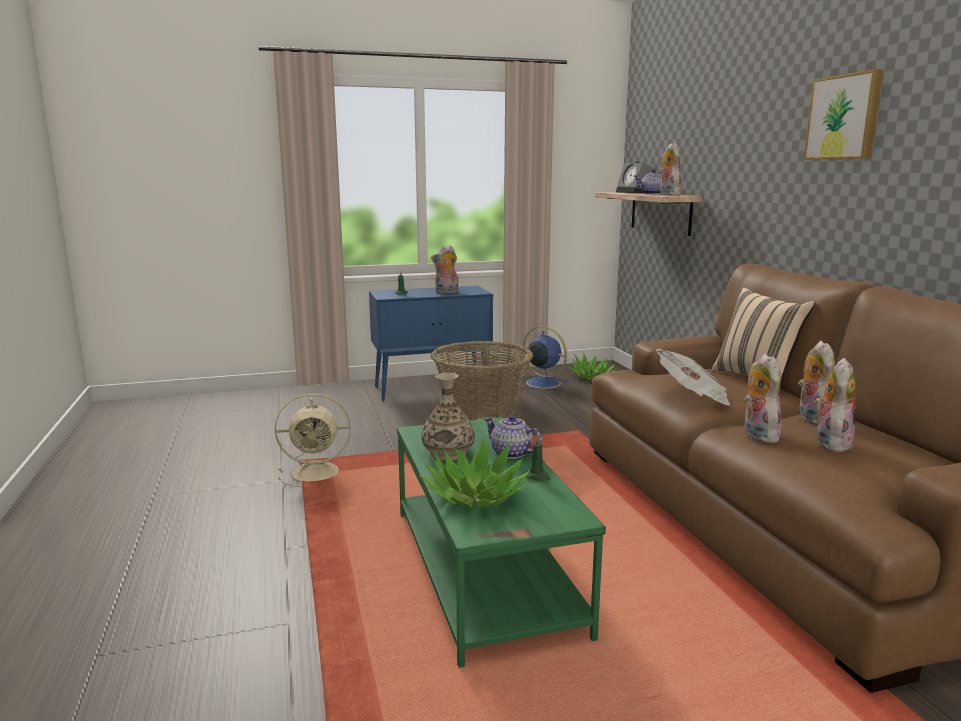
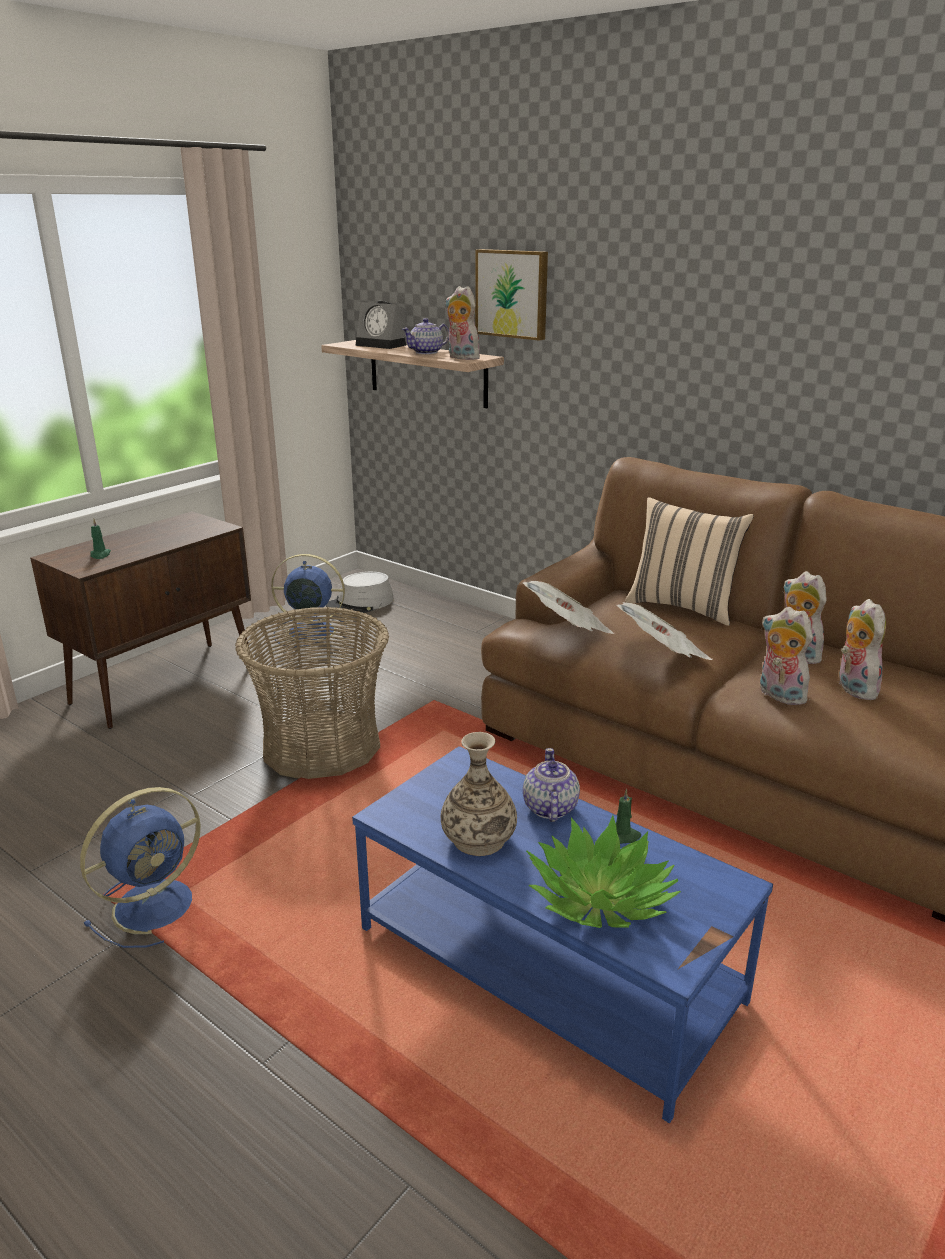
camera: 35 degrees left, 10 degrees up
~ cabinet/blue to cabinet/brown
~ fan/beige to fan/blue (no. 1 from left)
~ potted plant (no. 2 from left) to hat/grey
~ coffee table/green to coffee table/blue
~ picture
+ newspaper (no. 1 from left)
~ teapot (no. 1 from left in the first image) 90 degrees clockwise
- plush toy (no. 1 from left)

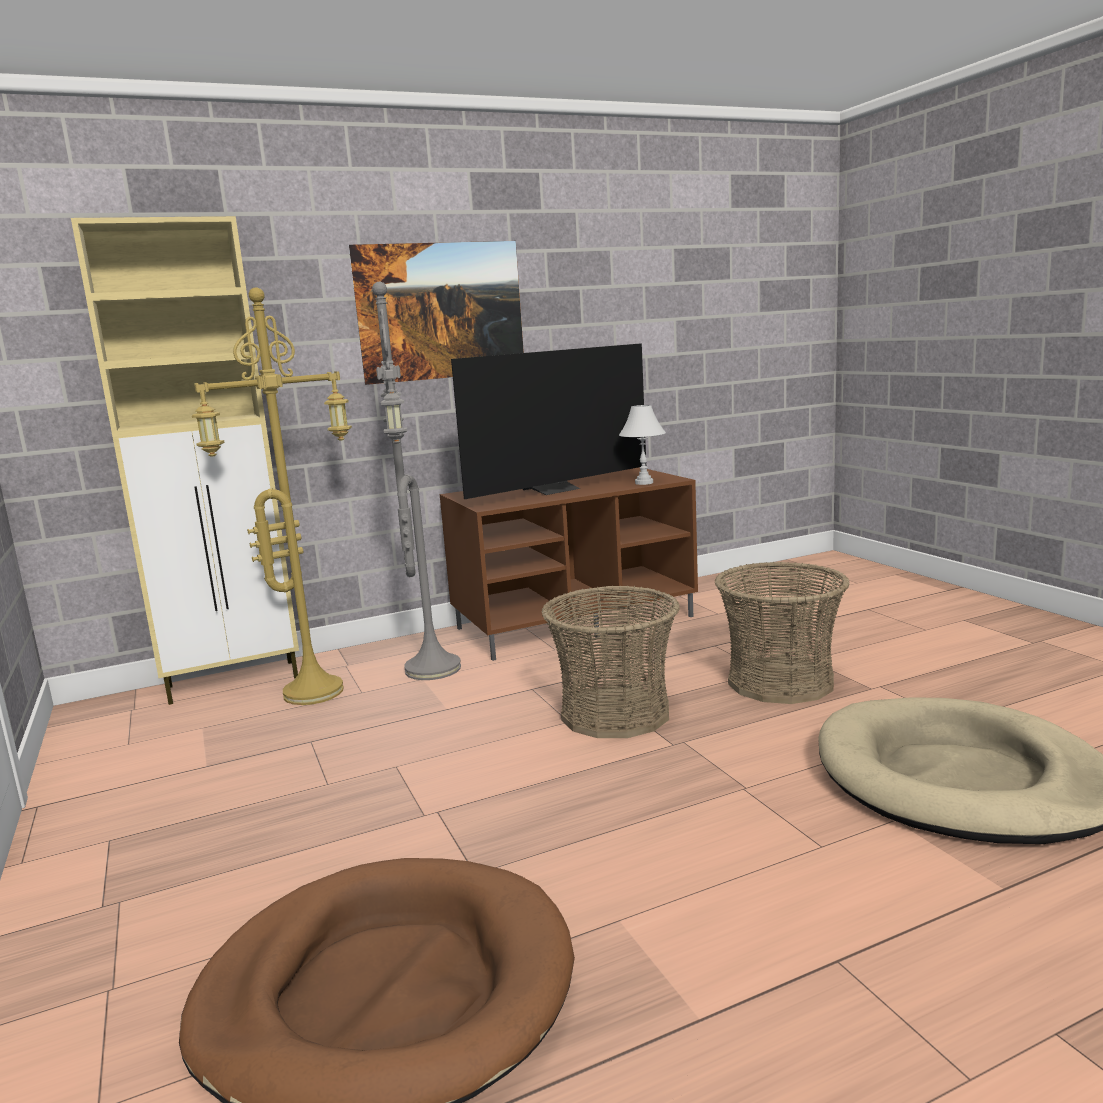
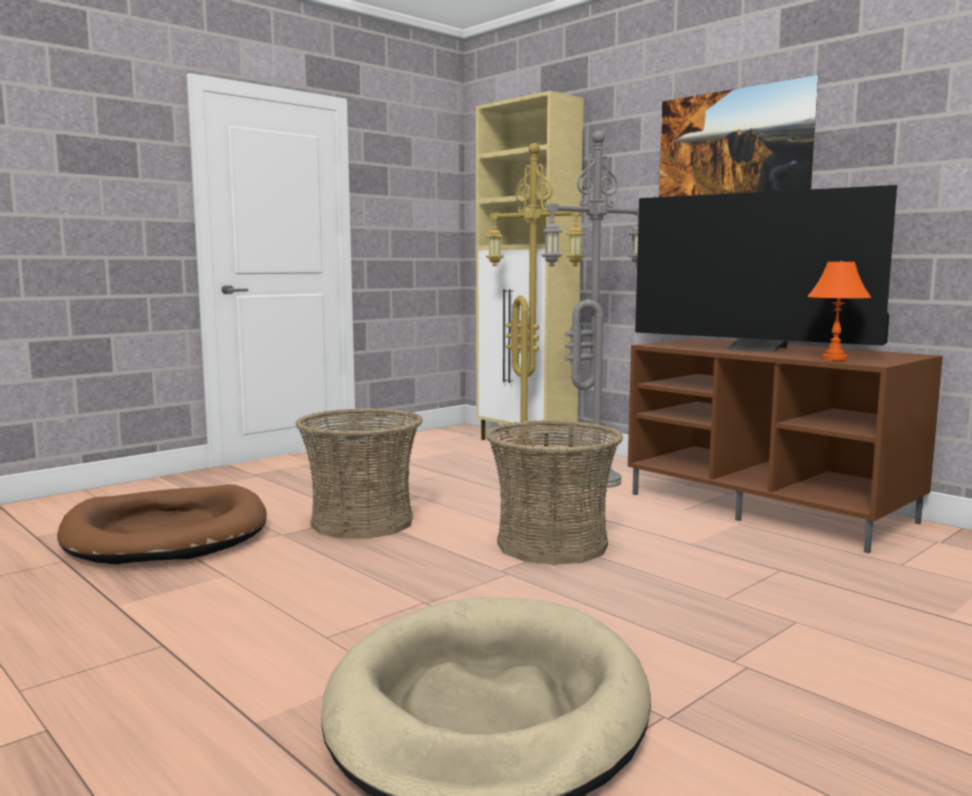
camera: 70 degrees right, 5 degrees down
~ basket (no. 2 from left in the first image) to basket (no. 1 from left)
~ table lamp/white to table lamp/orange

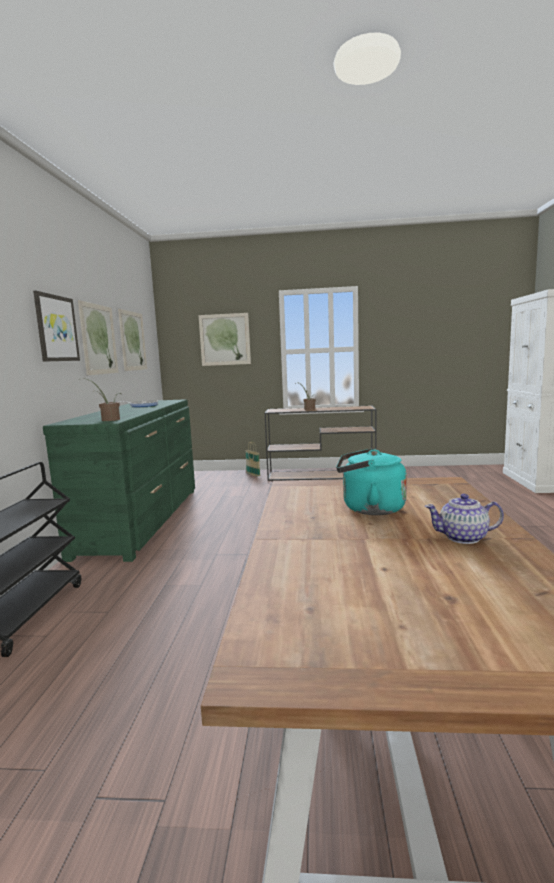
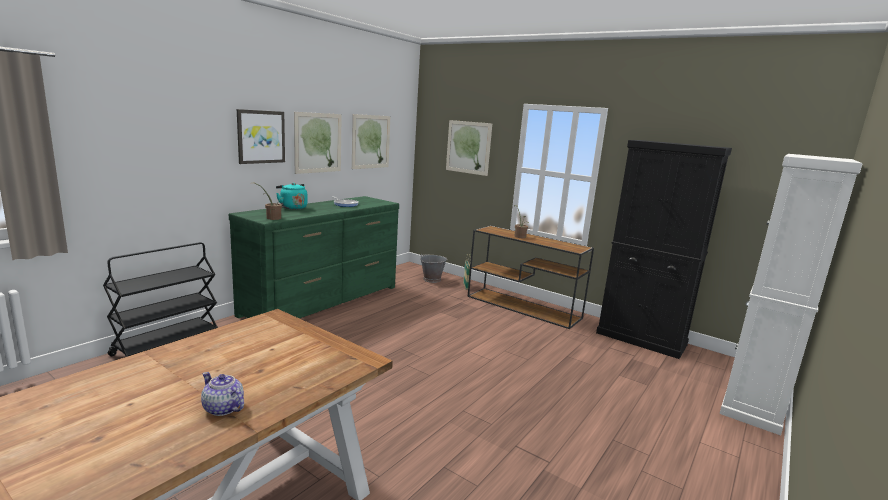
camera: 30 degrees right, 5 degrees up
~ kettle/turquoise
+ bucket/grey
+ cabinet/black

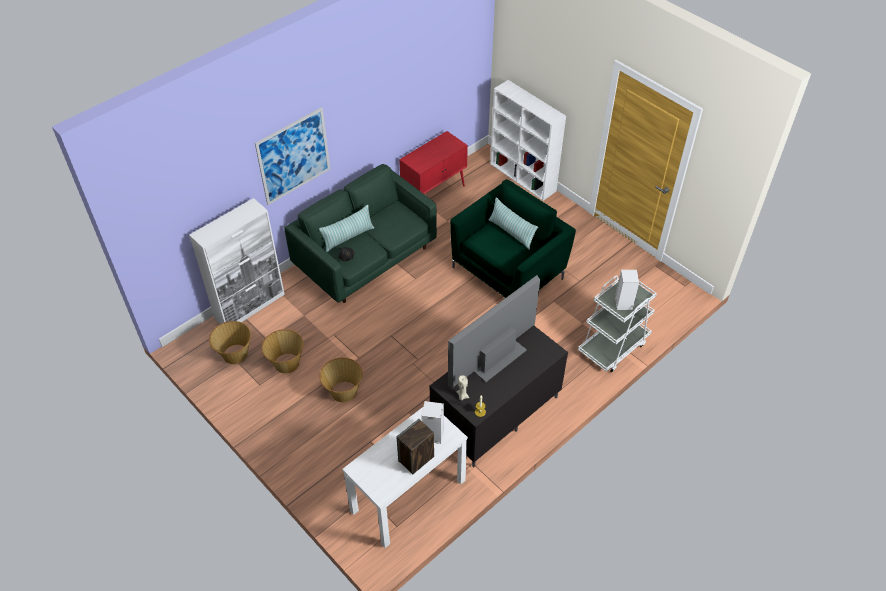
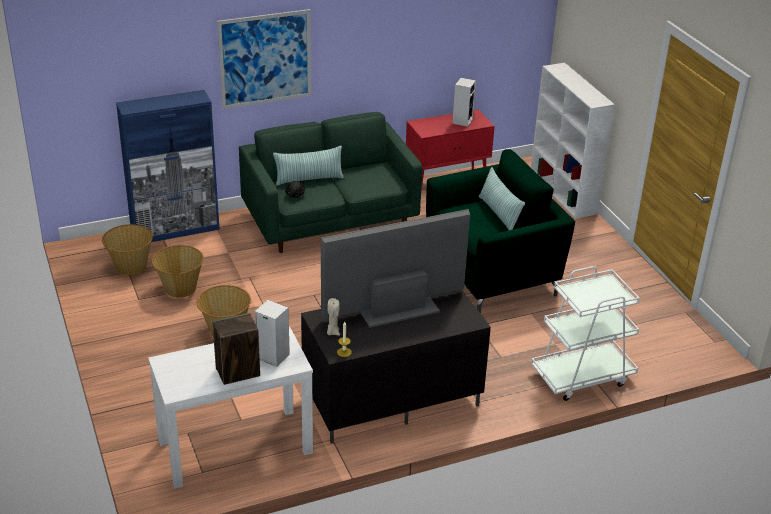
camera: 20 degrees right, 15 degrees down
~ cabinet/white to cabinet/blue
~ speaker (no. 3 from left)

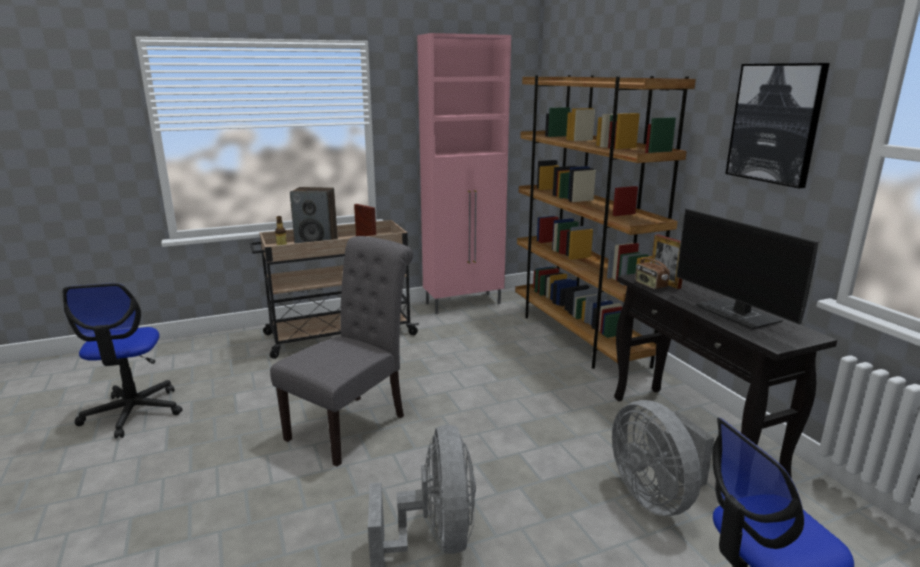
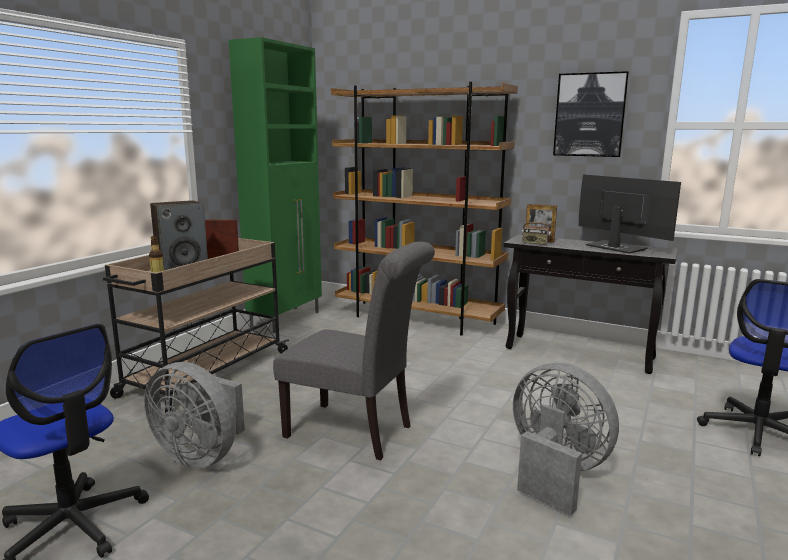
camera: 40 degrees left, 5 degrees down
~ fan/grey (no. 2 from left in the first image) to fan/grey (no. 1 from left)
~ cabinet/pink to cabinet/green
~ chair/grey 120 degrees clockwise
~ monitor 150 degrees counterclockwise

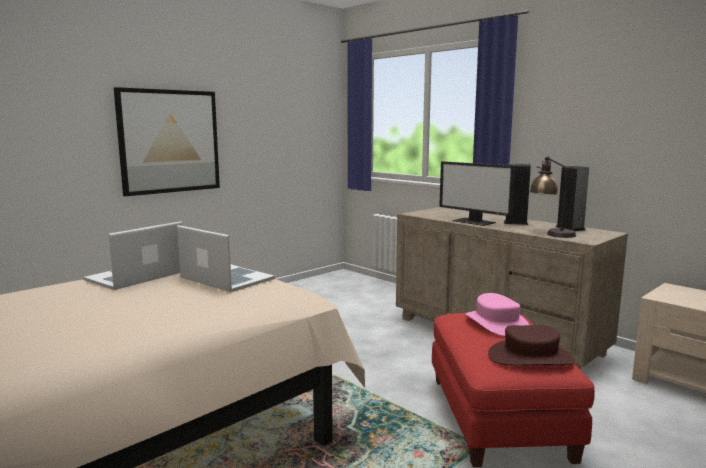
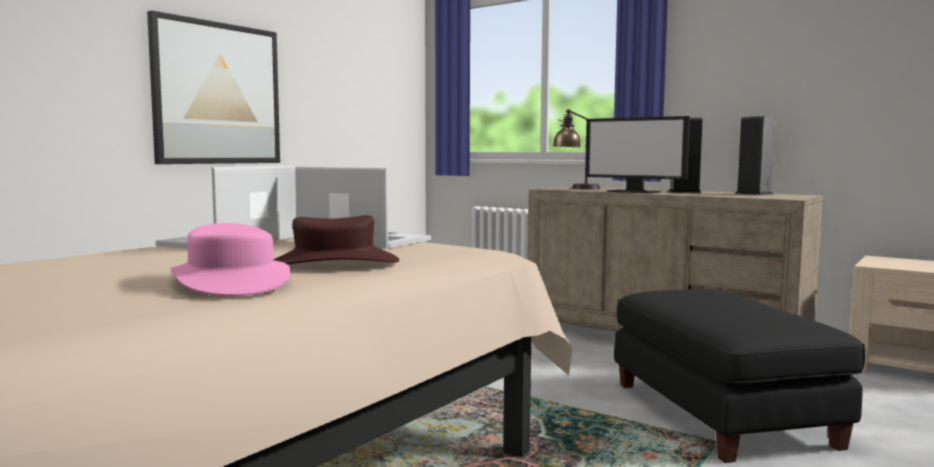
camera: 10 degrees left, 5 degrees down
~ hat/pink
~ hat/brown
~ table lamp
~ ottoman/red to ottoman/black

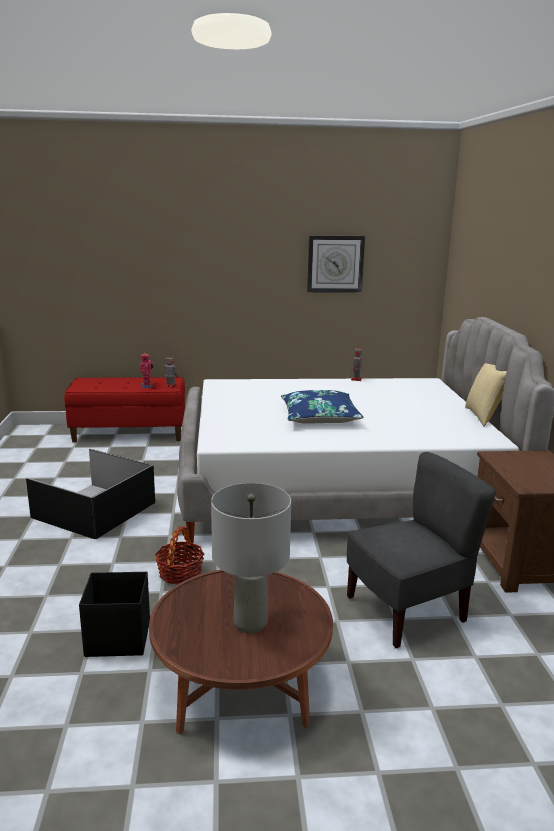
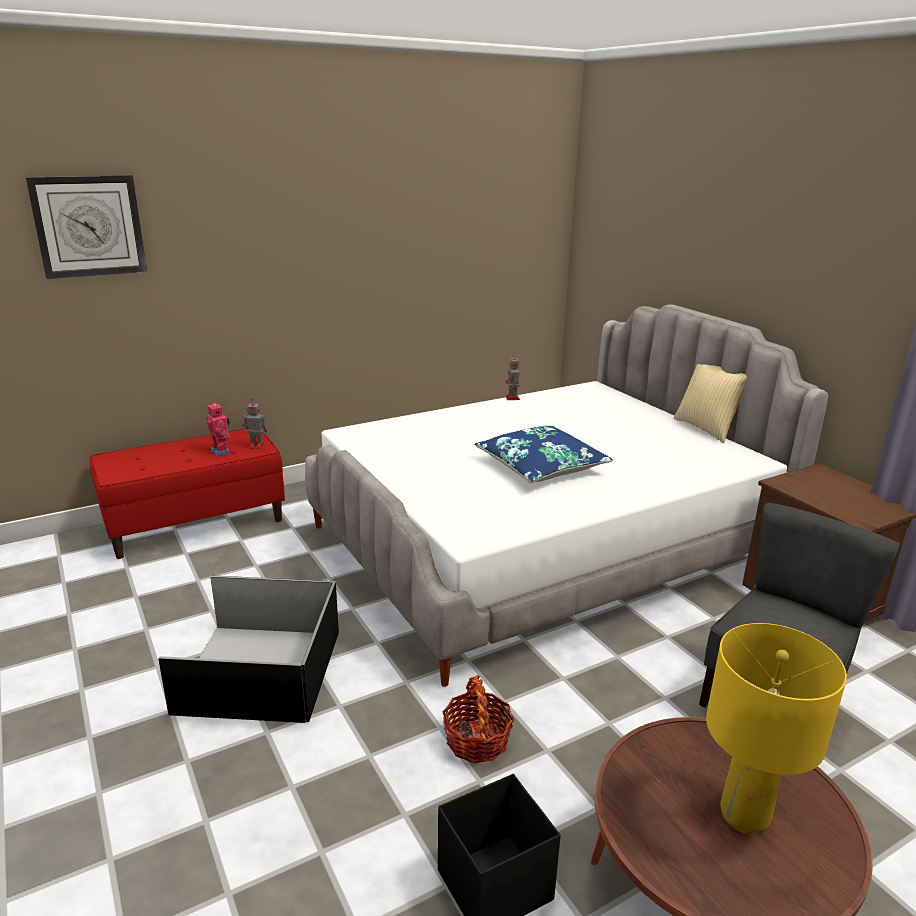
camera: 25 degrees left, 5 degrees up
~ wall clock
~ table lamp/grey to table lamp/yellow

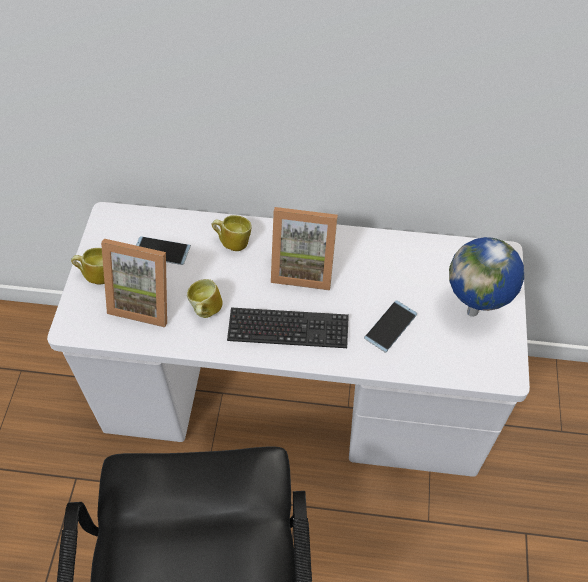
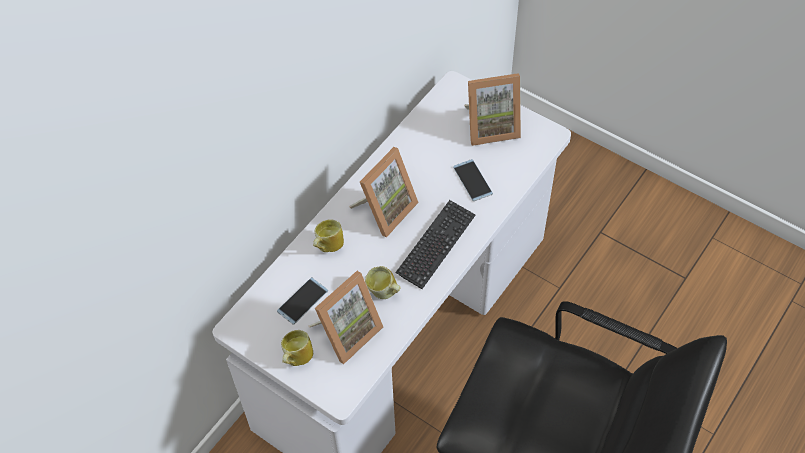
camera: 60 degrees left, 0 degrees up
~ globe to picture frame (no. 3 from left)

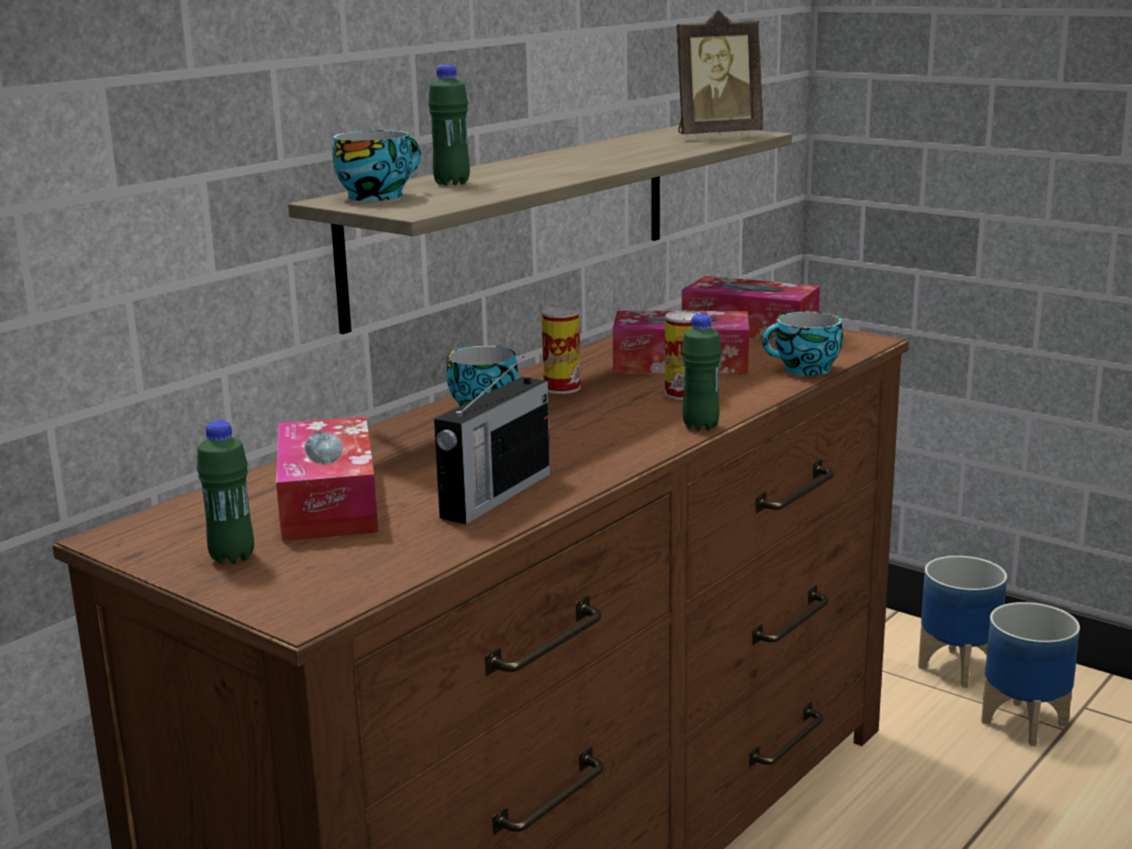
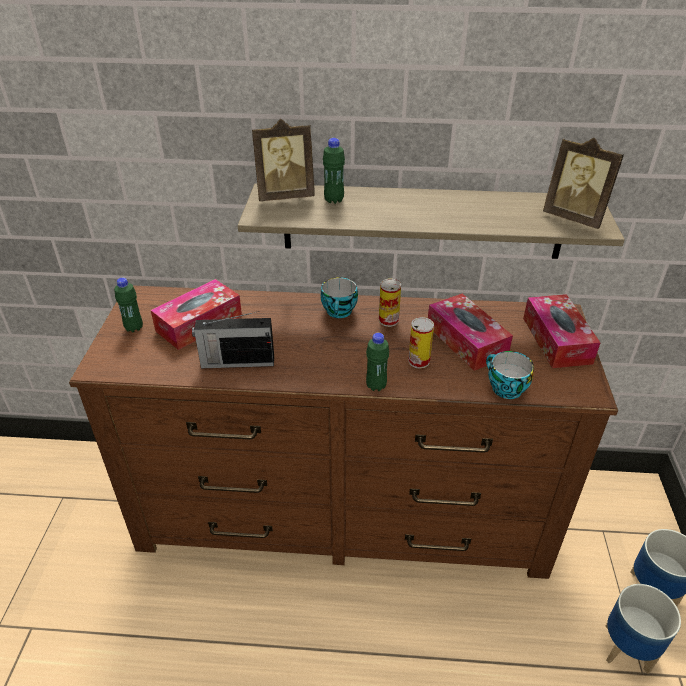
camera: 55 degrees right, 20 degrees up
~ cup (no. 1 from left) to picture frame (no. 1 from left)

